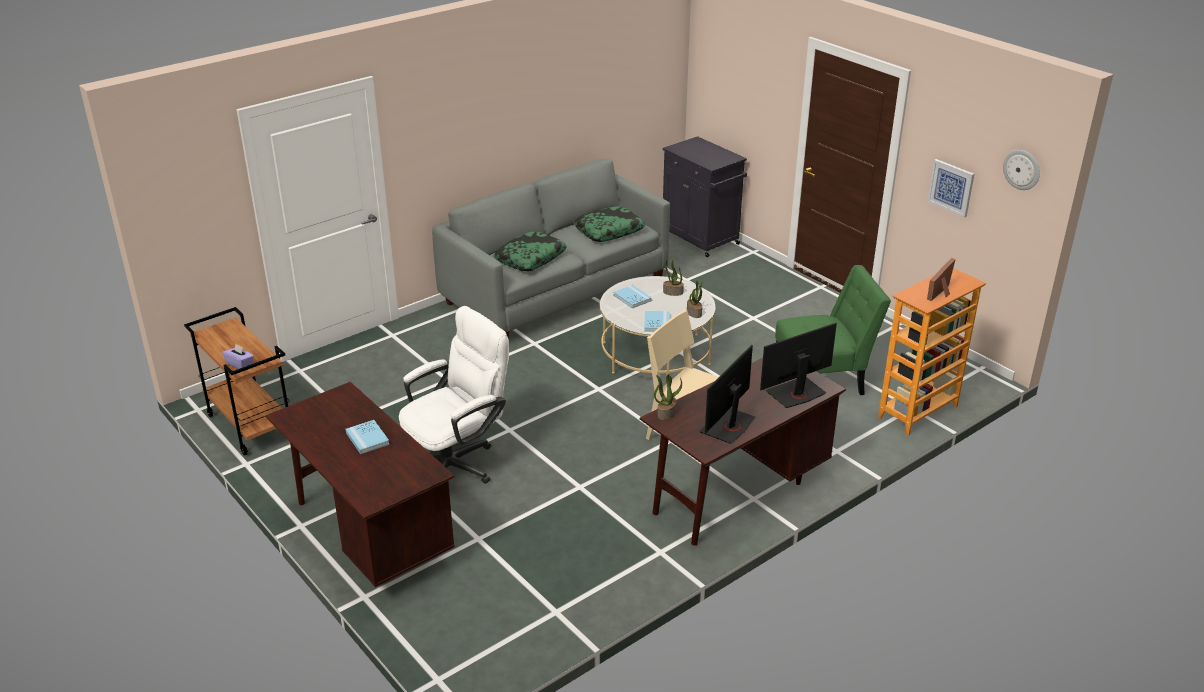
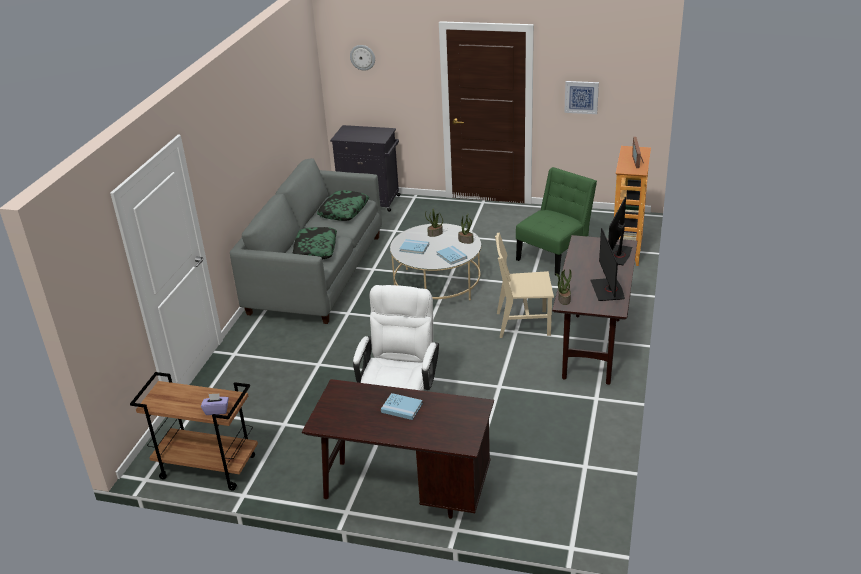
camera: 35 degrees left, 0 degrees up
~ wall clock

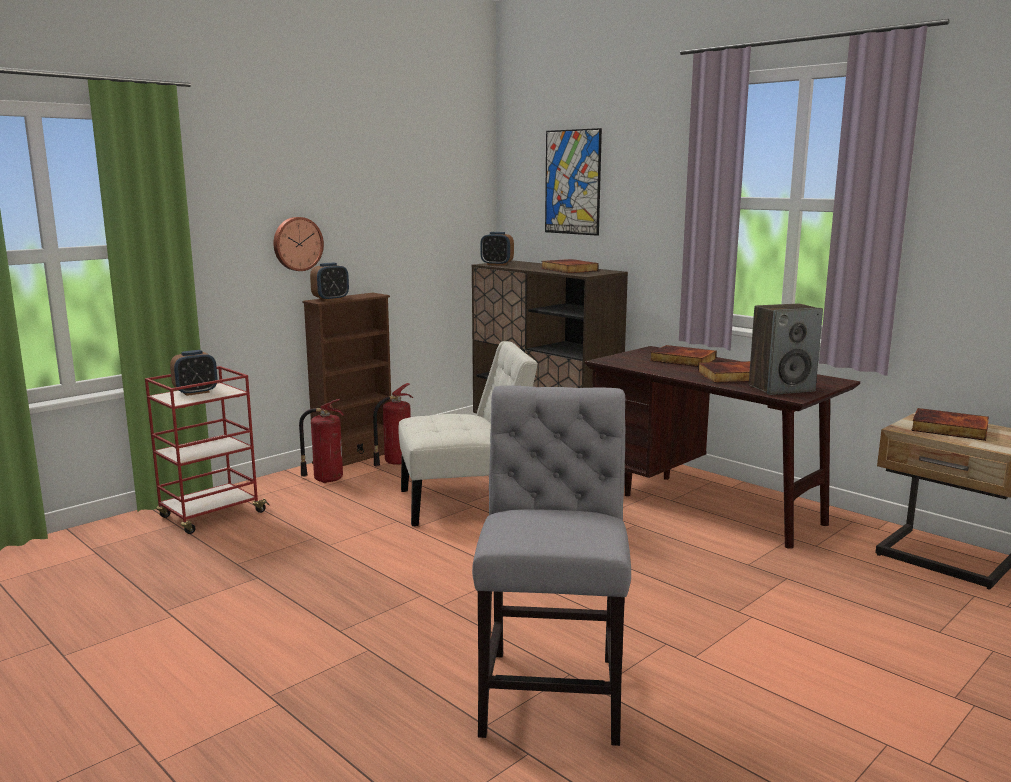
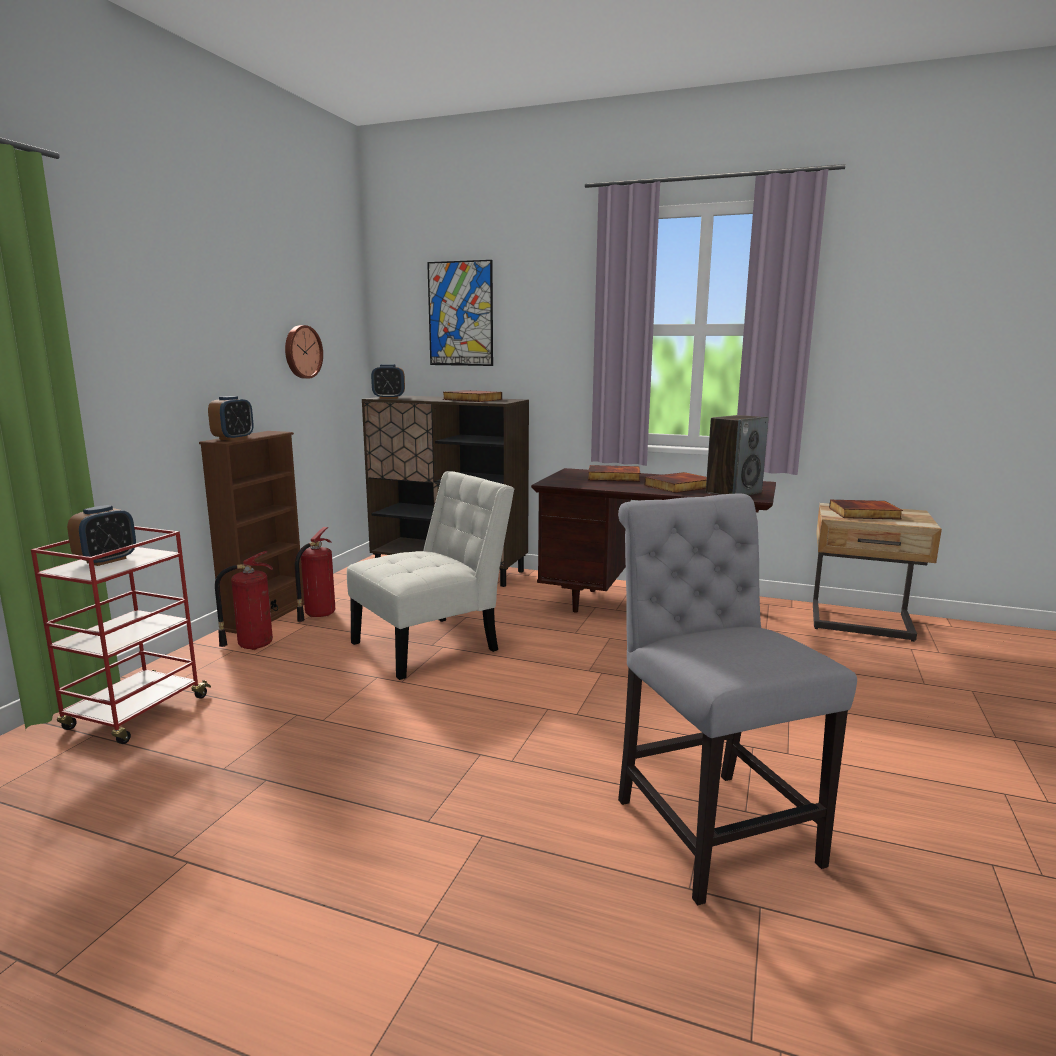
camera: 25 degrees left, 0 degrees up
~ wall clock

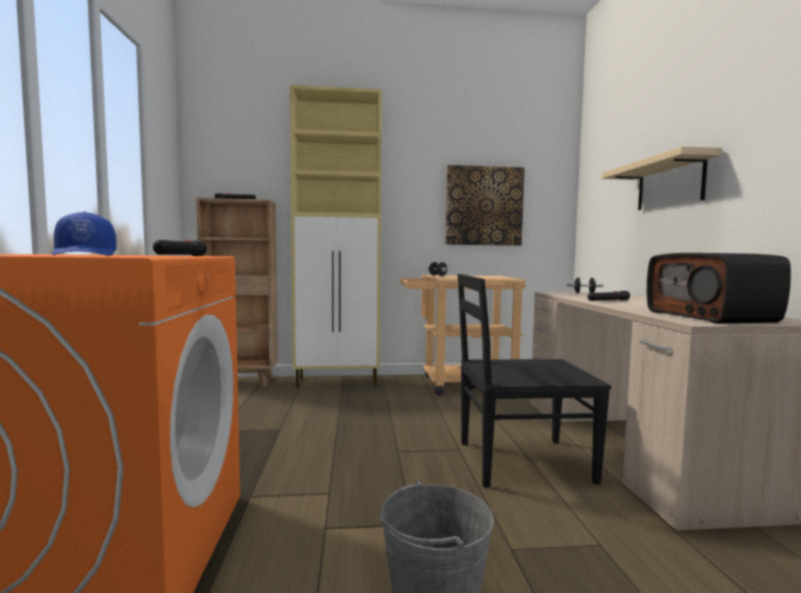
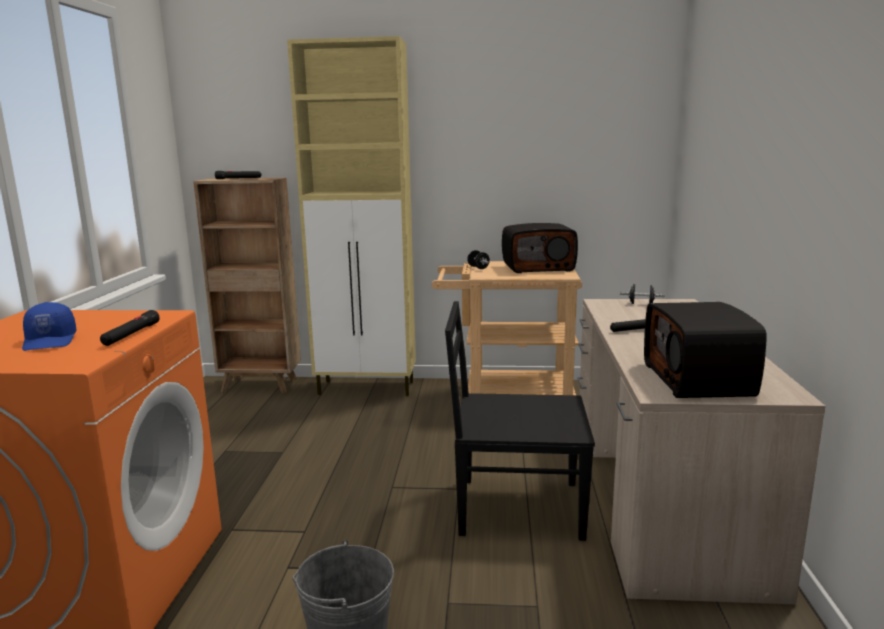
camera: 10 degrees right, 10 degrees up
+ radio (no. 1 from left)
- picture
- shelf/beige

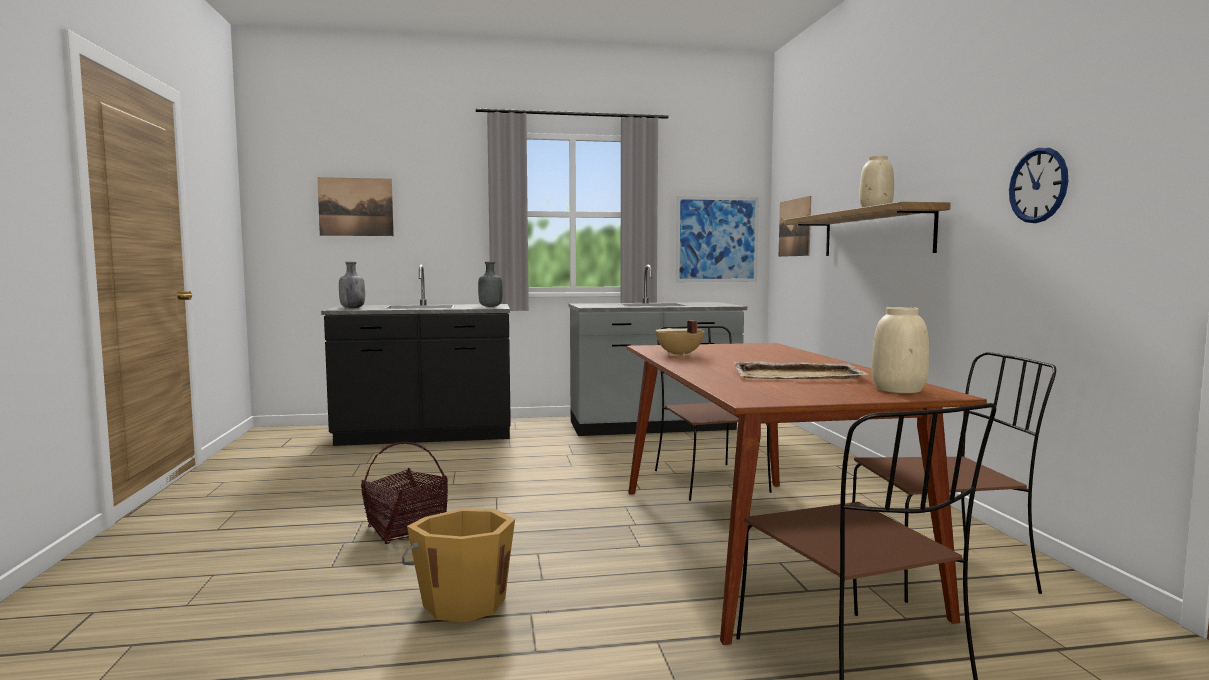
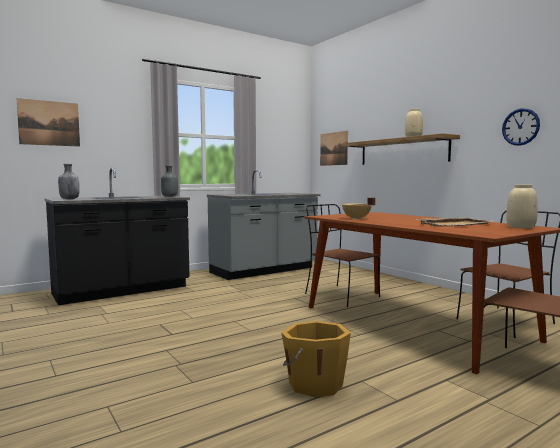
camera: 25 degrees left, 0 degrees up
- basket
- picture (no. 2 from left)

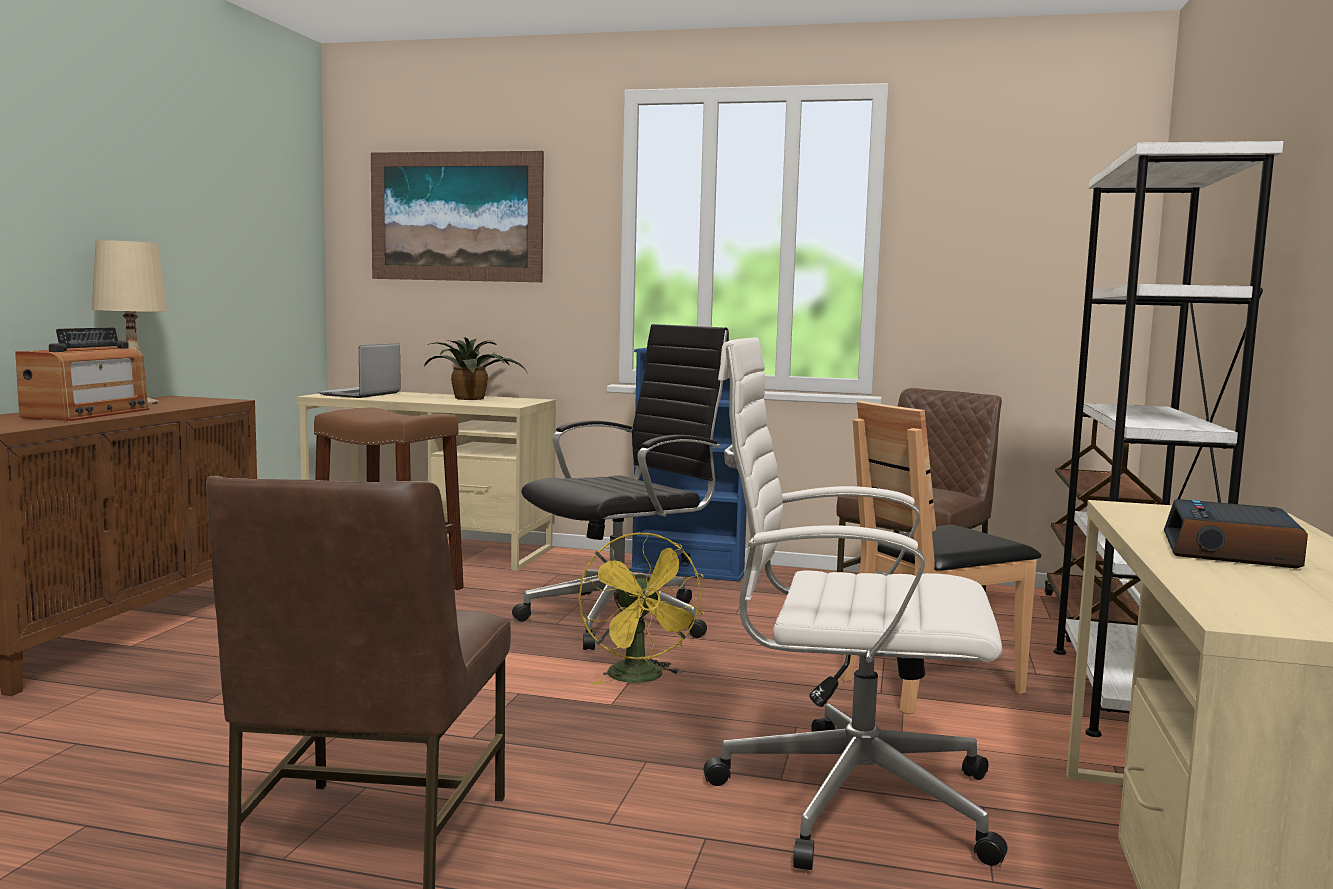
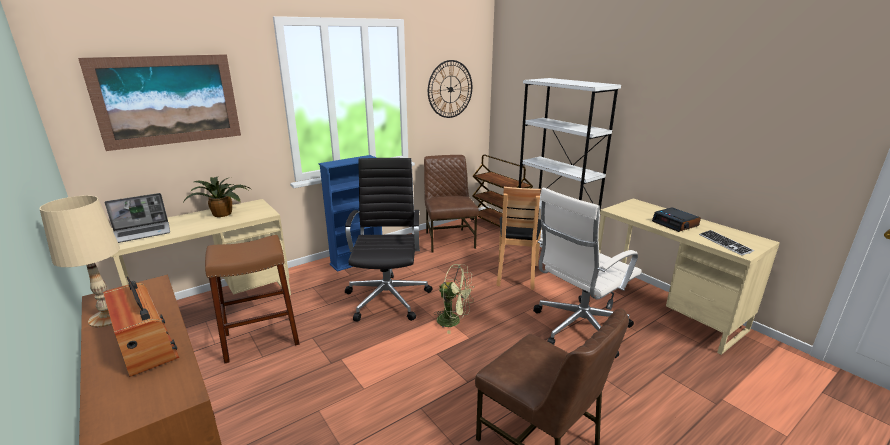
camera: 50 degrees left, 15 degrees up
~ laptop 90 degrees counterclockwise
+ wall clock
~ fan/yellow to fan/green
+ keyboard

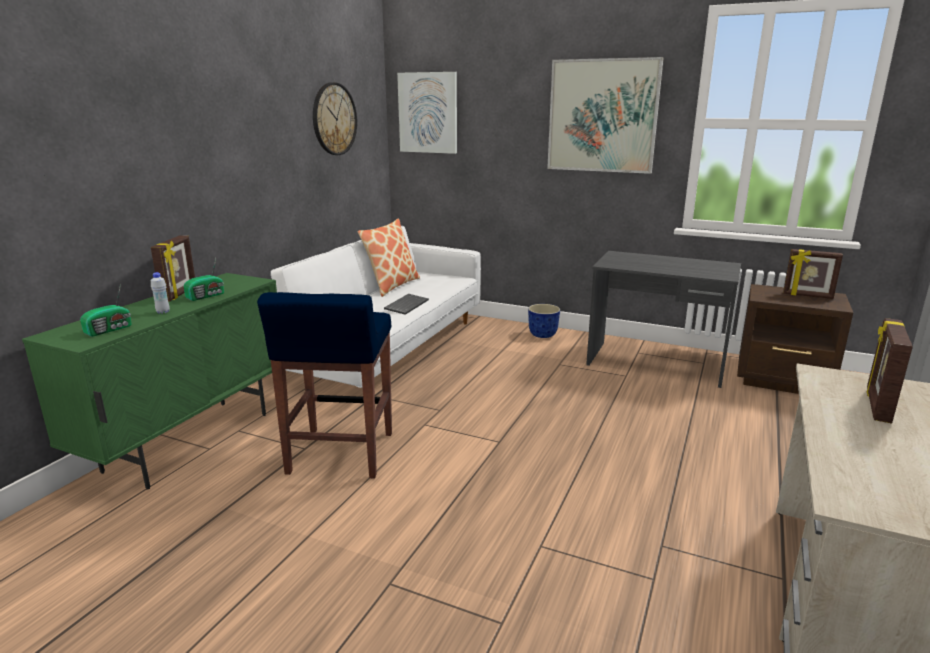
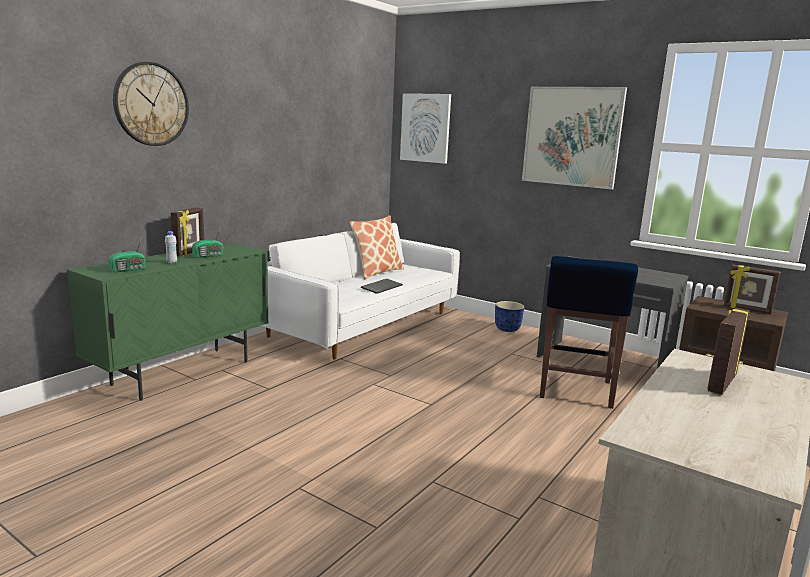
camera: 10 degrees right, 5 degrees down
~ wall clock
~ stool/blue

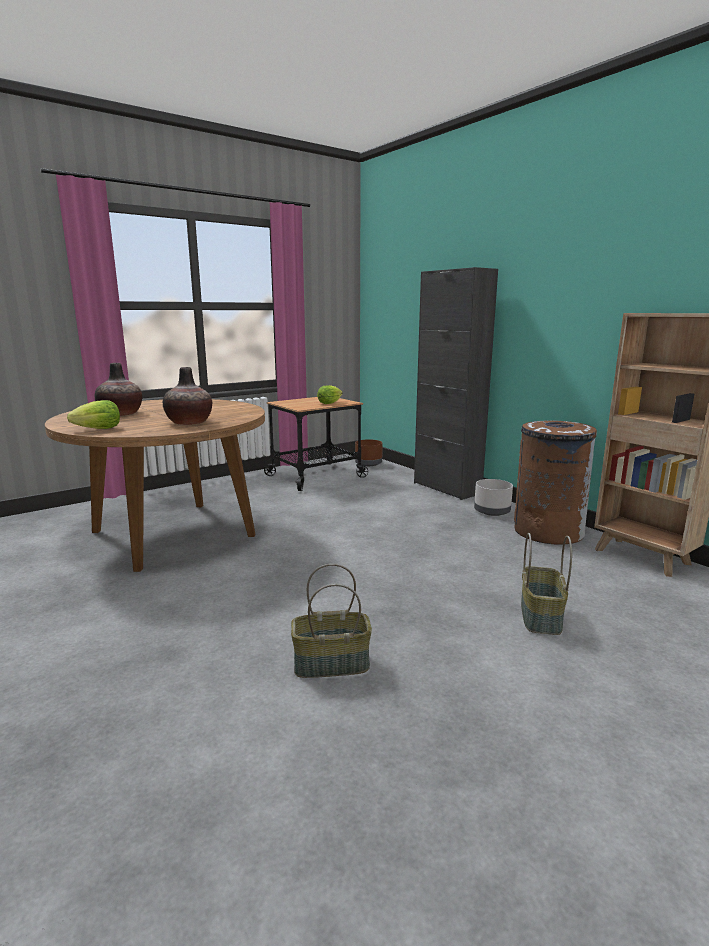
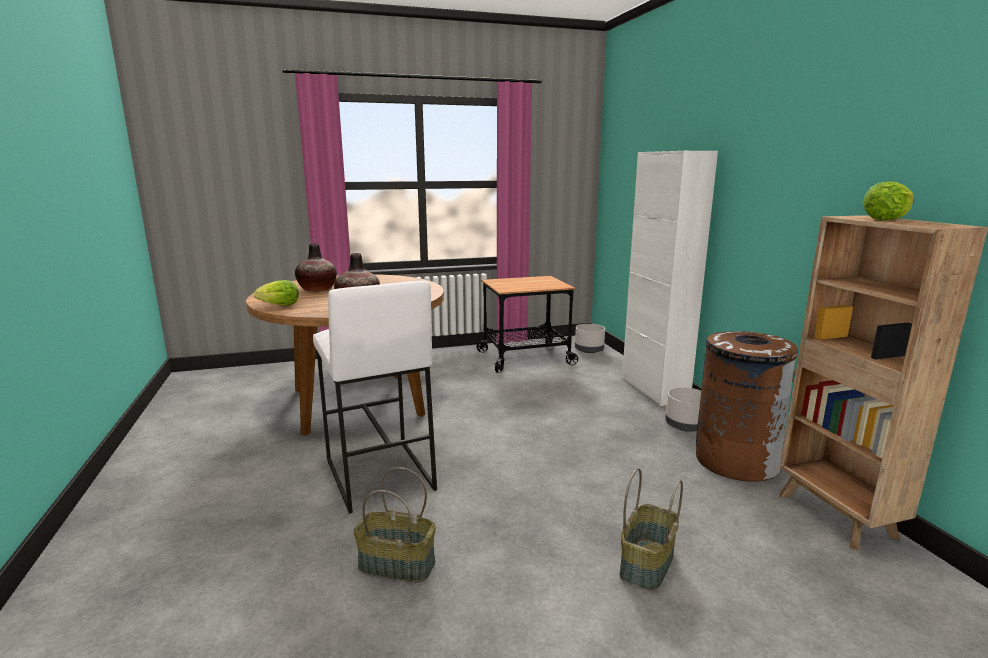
camera: 20 degrees right, 0 degrees up
+ stool/white
~ planter/brown to planter/grey (no. 1 from left)
~ cabinet/black to cabinet/white
~ lettuce (no. 2 from left)

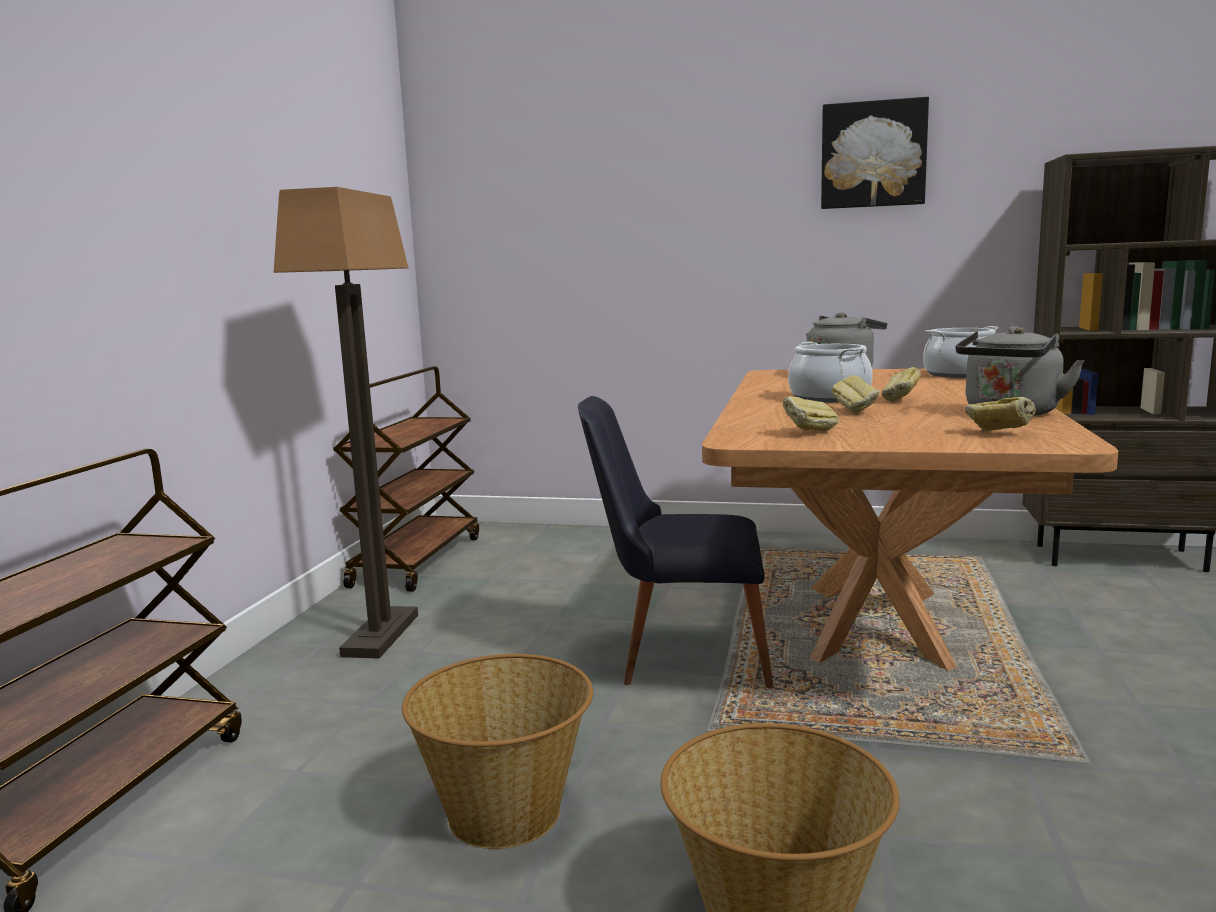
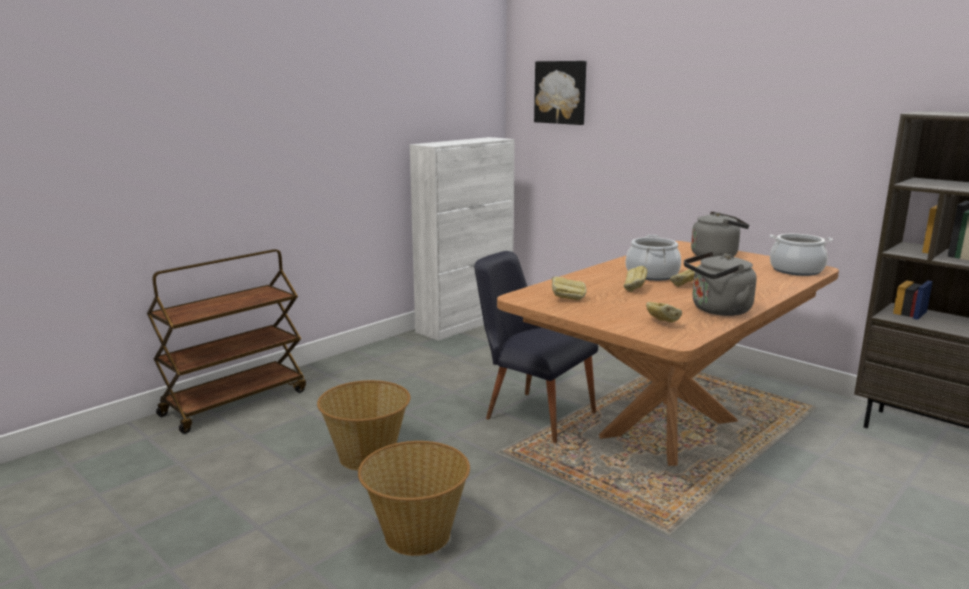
camera: 30 degrees right, 5 degrees up
~ cart/brown (no. 2 from left) to cabinet/white
~ picture
- floor lamp

